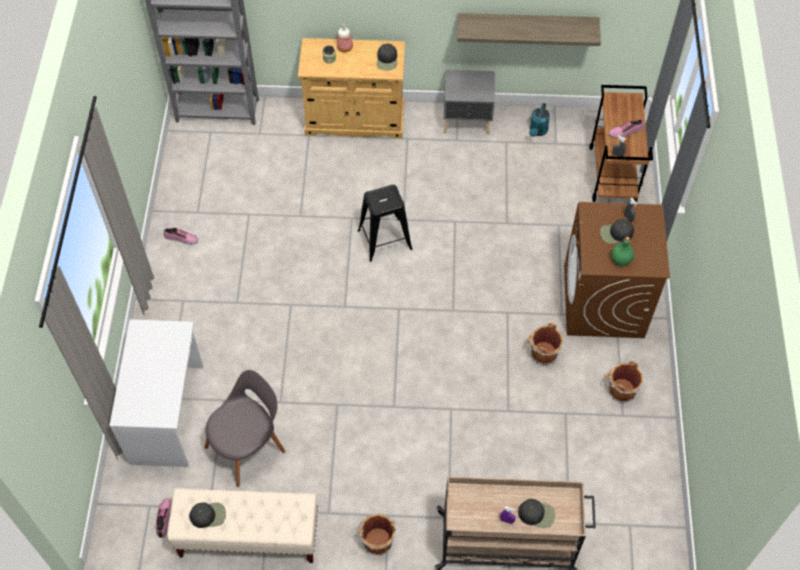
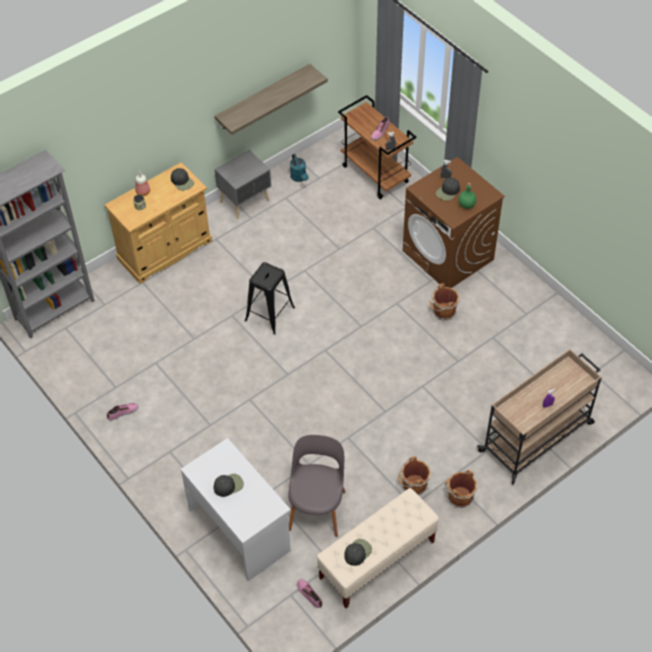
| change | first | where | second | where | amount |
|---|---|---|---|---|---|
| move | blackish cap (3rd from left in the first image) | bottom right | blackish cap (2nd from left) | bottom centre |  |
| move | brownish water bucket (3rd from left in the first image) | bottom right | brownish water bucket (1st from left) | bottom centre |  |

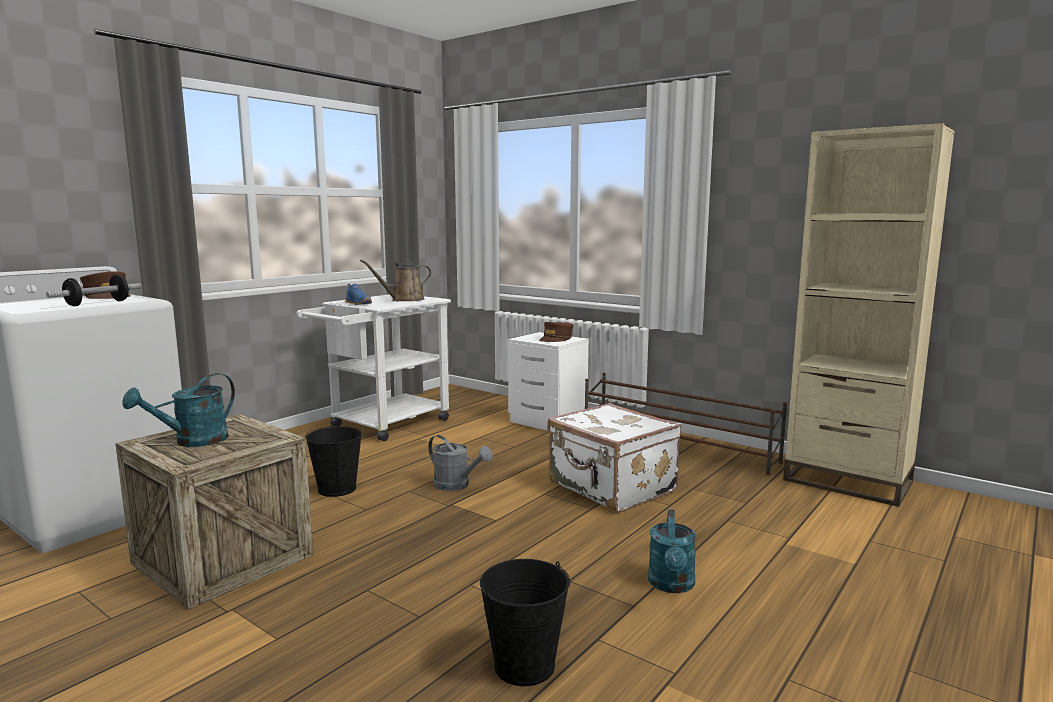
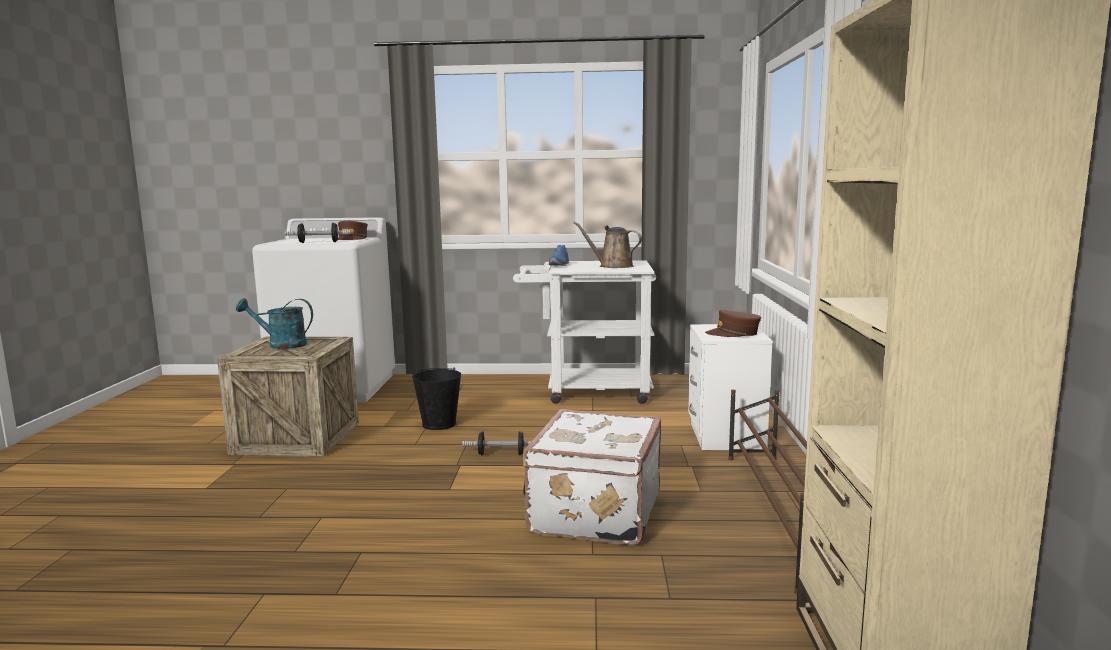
| change | first | where | second | where | amount |
|---|---|---|---|---|---|
| replace | greyish sprinkling can | centre | dumbbell (2nd from left) | bottom centre |  |
| delete | blackish water bucket (2nd from left) | bottom centre |  |  |  |
| delete | turquoise-coloured sprinkling can (2nd from left) | bottom centre |  |  |  |

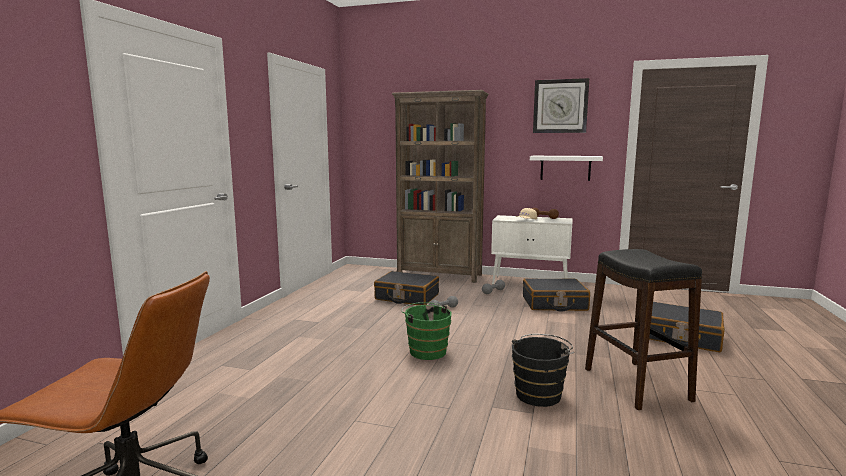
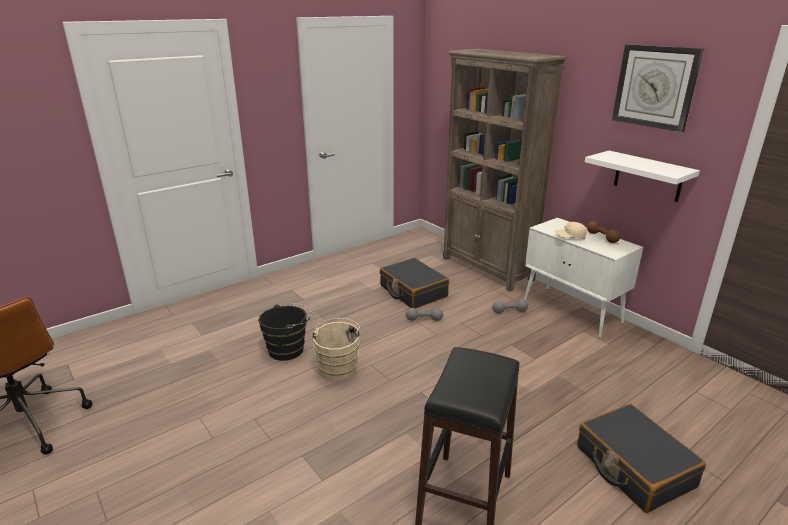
| change | first | where | second | where | amount |
|---|---|---|---|---|---|
| recolor | green water bucket | bottom centre | sand-coloured water bucket | centre |  |
| move | blackish water bucket | bottom centre |  | centre |  |
| delete | blackish travel case (2nd from left) | centre |  |  |  |

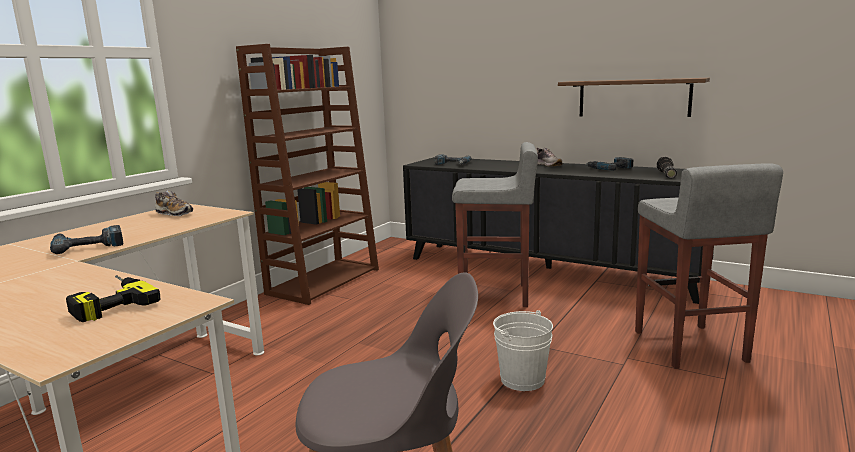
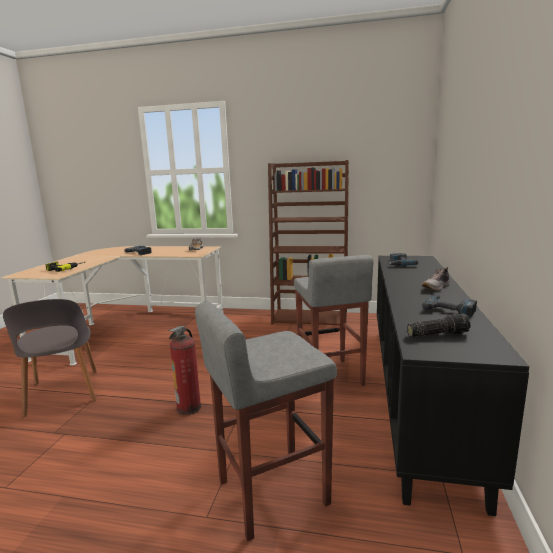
| change | first | where | second | where | amount |
|---|---|---|---|---|---|
| replace | white-coloured water bucket | bottom centre | fire extinguisher | bottom left |  |
| delete | brownish bracket shelf | top right |  |  |  |

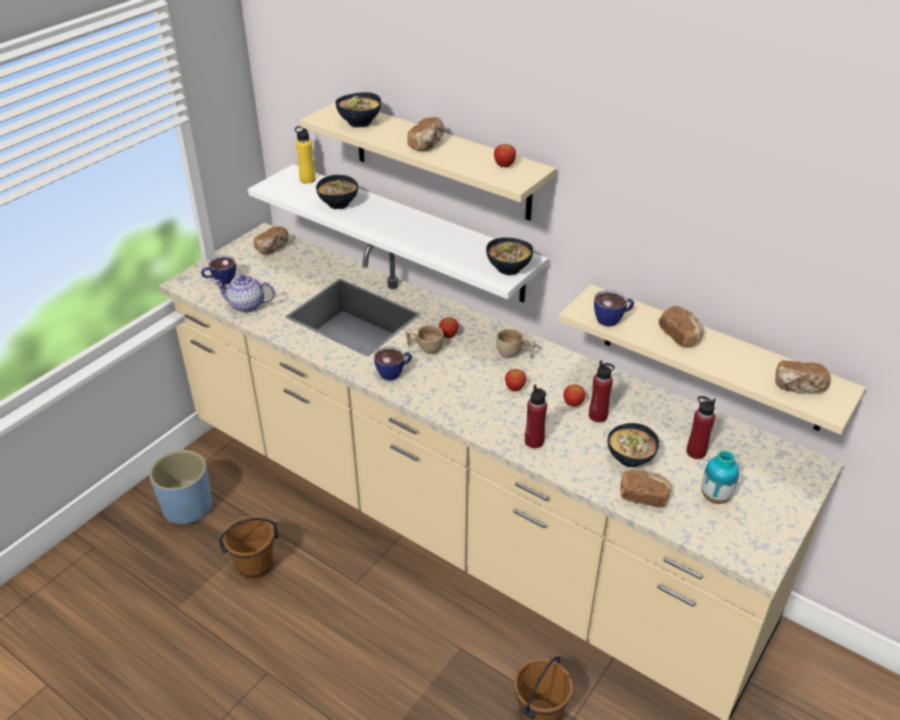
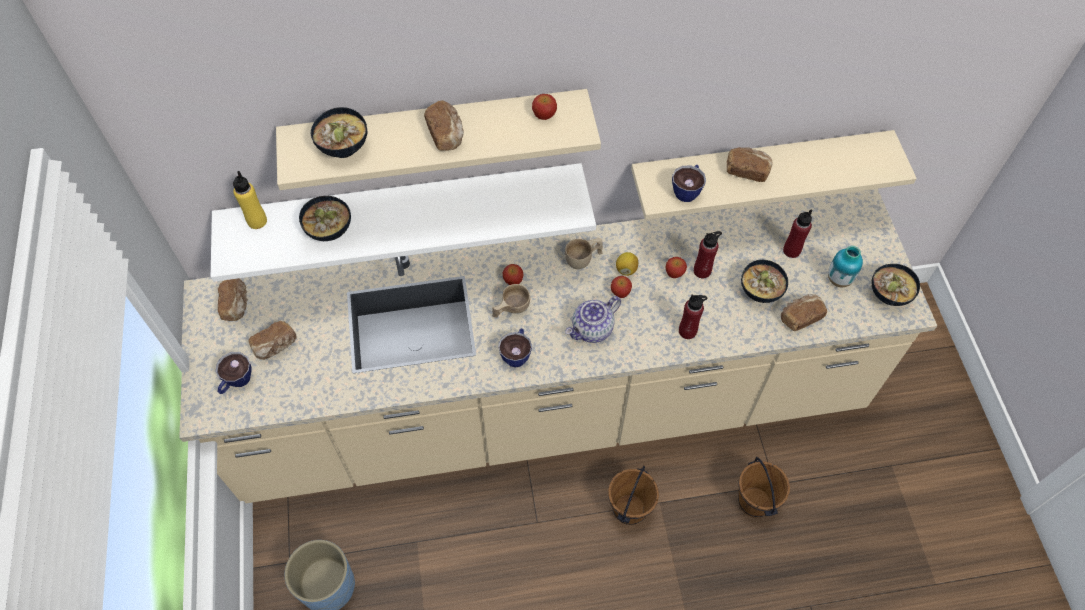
| change | first | where | second | where | amount |
|---|---|---|---|---|---|
| move | teapot | middle left |  | centre |  |
| move | brownish water bucket (1st from left) | bottom left |  | bottom centre |  |
| move | serving bowl (3rd from left in the first image) | centre | serving bowl (4th from left) | middle right |  |
| move | baked bread (5th from left in the first image) | middle right | baked bread (2nd from left) | middle left |  |
| insert |  |  | citrus fruit | centre |  |

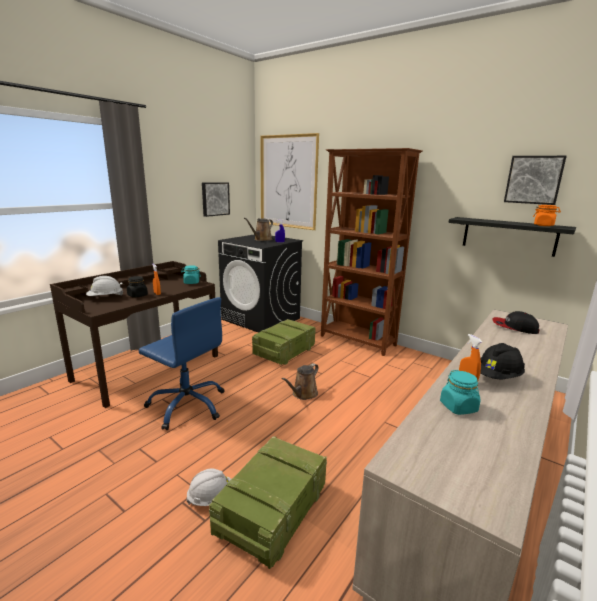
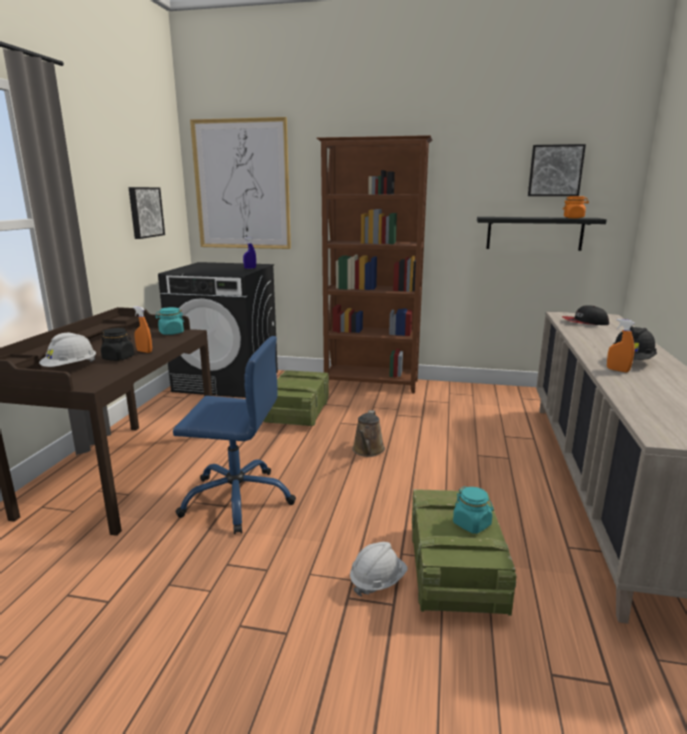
| change | first | where | second | where | amount |
|---|---|---|---|---|---|
| delete | brownish sprinkling can (1st from left) | centre |  |  |  |
| move | turquoise-coloured jar (2nd from left) | middle right |  | bottom right |  |

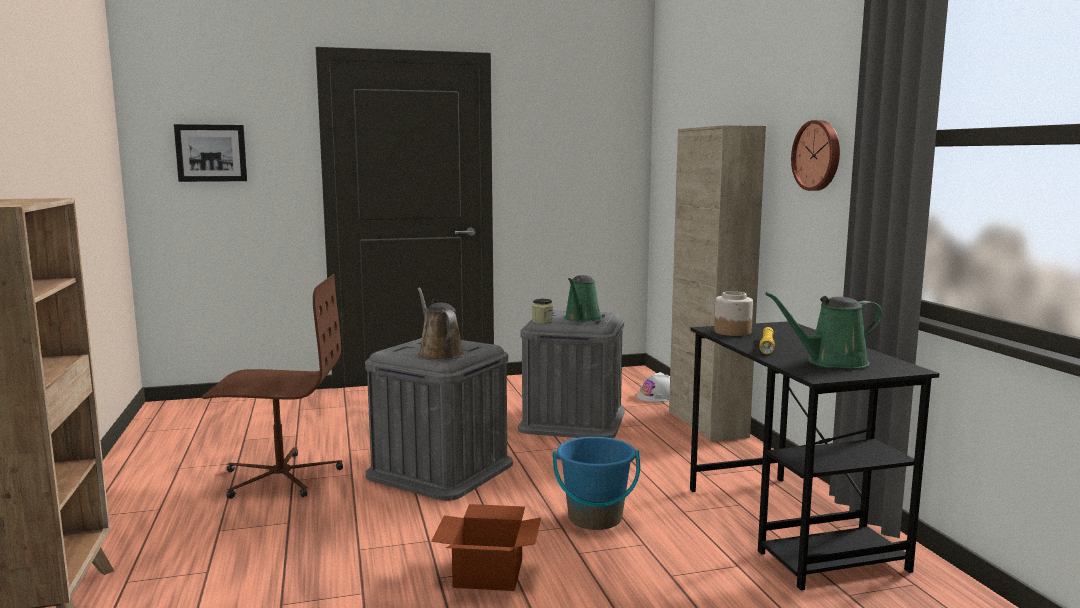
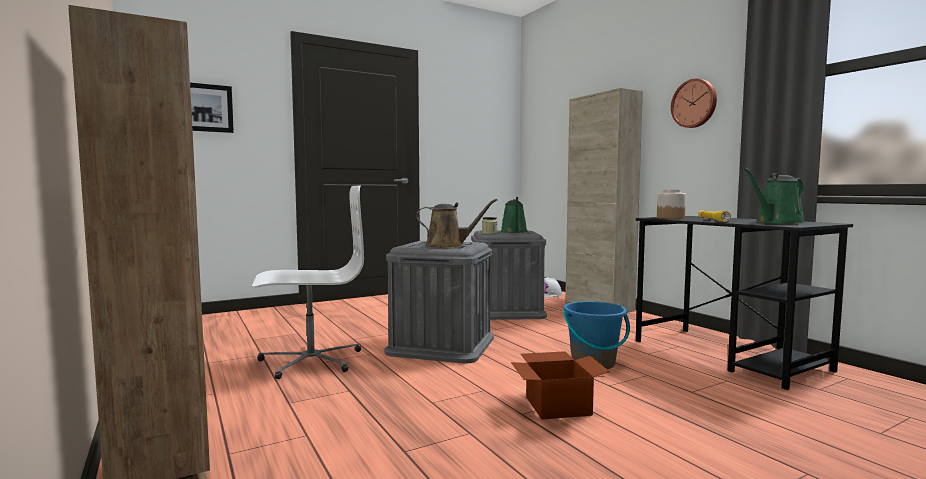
| change | first | where | second | where | amount |
|---|---|---|---|---|---|
| recolor | brownish office chair | middle left | white-coloured office chair | middle left |  |
| rotate | brownish sprinkling can | centre |  | centre | 135 degrees clockwise |

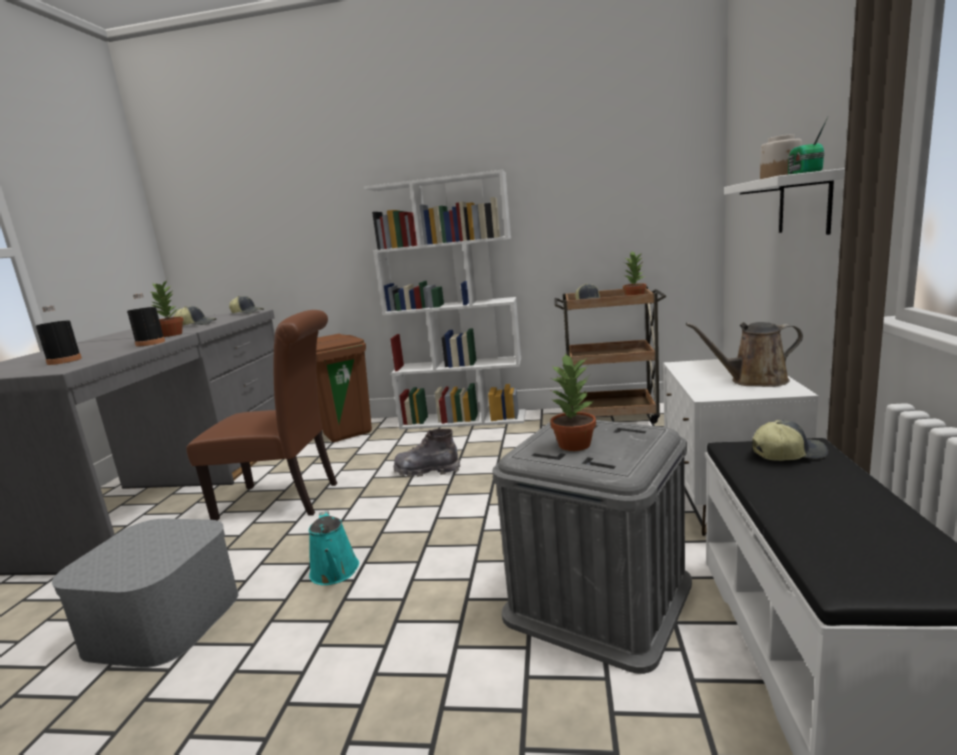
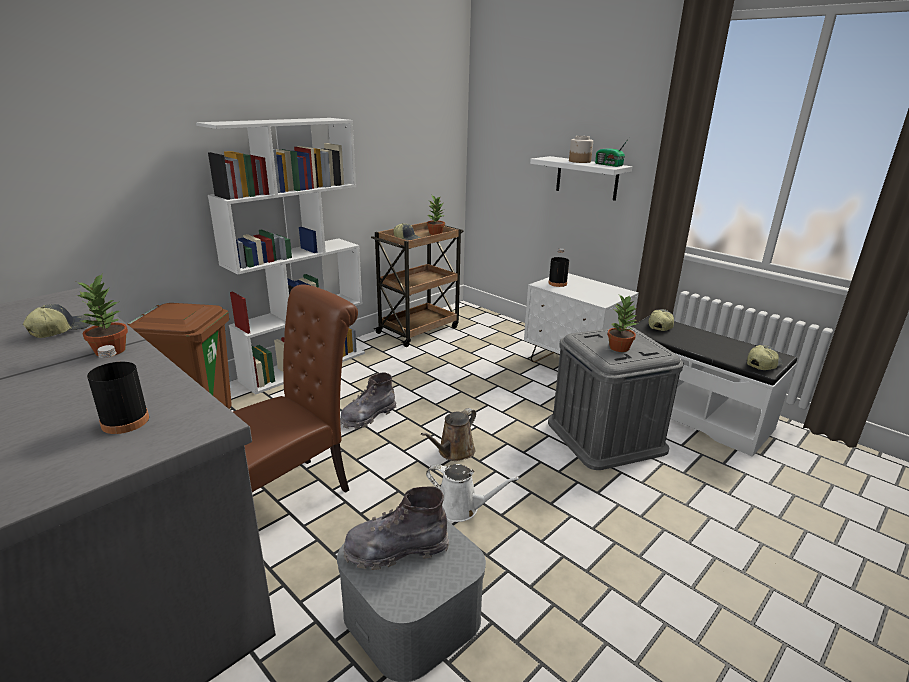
| change | first | where | second | where | amount |
|---|---|---|---|---|---|
| move | blackish drink bottle (2nd from left) | middle left |  | centre |  |
| move | cap (2nd from left in the first image) | middle left | cap (4th from left) | middle right |  |
| recolor | turquoise-coloured sprinkling can | bottom centre | white-coloured sprinkling can | bottom centre |  |
| move | brownish sprinkling can | middle right |  | centre |  |
| insert |  |  | greyish boot (2nd from left) | bottom centre |  |

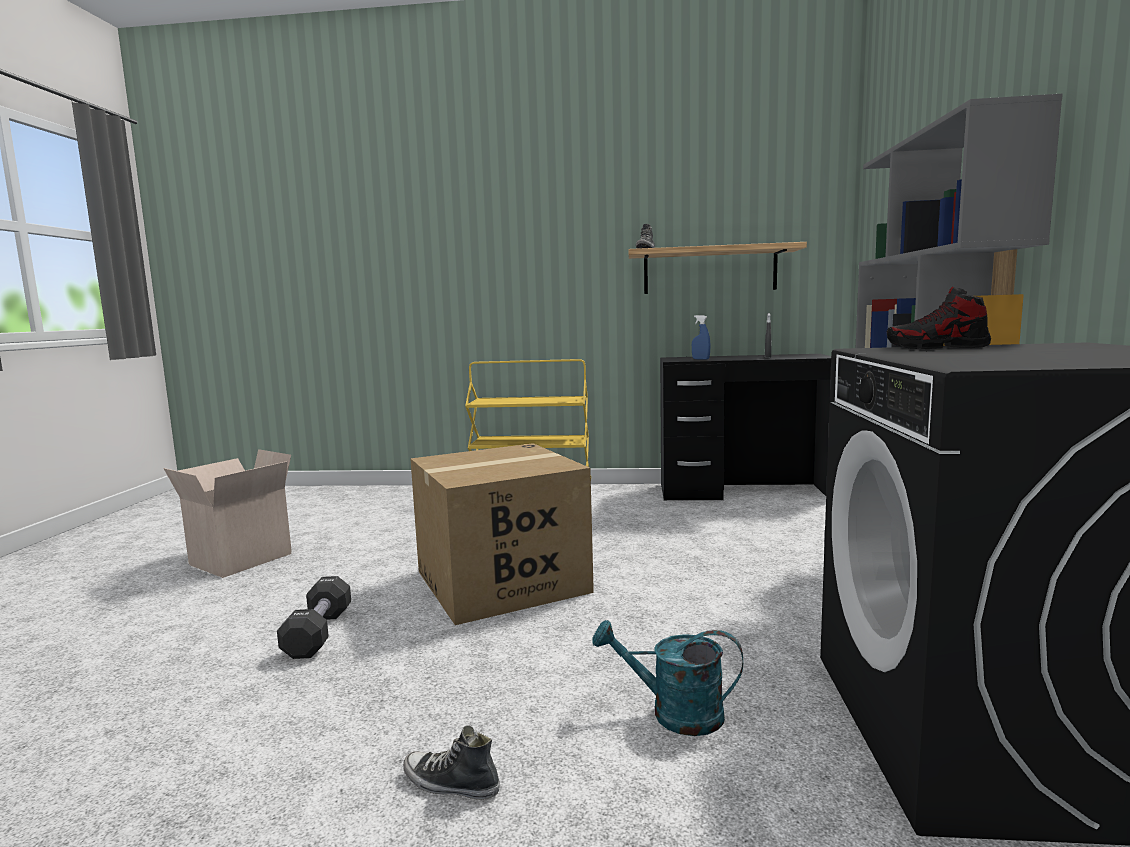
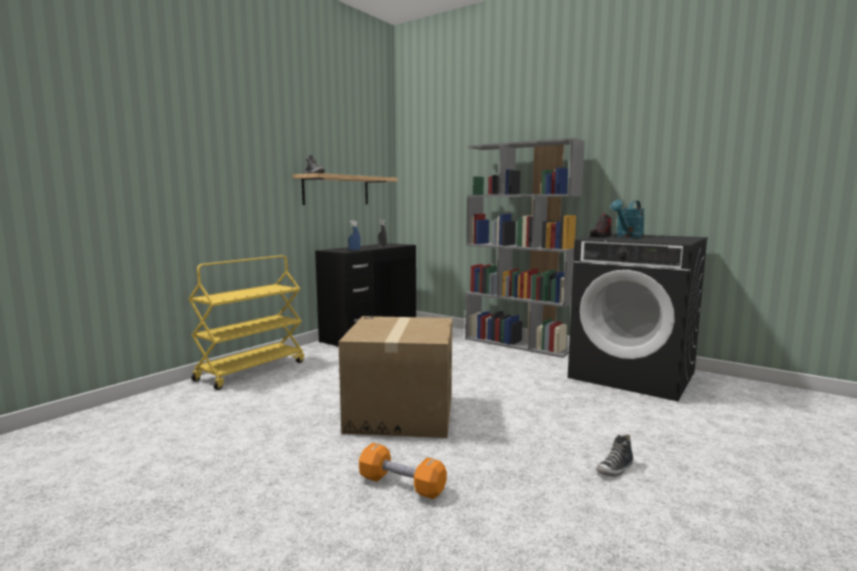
| change | first | where | second | where | amount |
|---|---|---|---|---|---|
| delete | carton (1st from left) | middle left |  |  |  |
| recolor | blackish dumbbell | bottom left | orange dumbbell | bottom centre |  |
| move | turquoise-coloured sprinkling can | bottom centre |  | middle right |  |

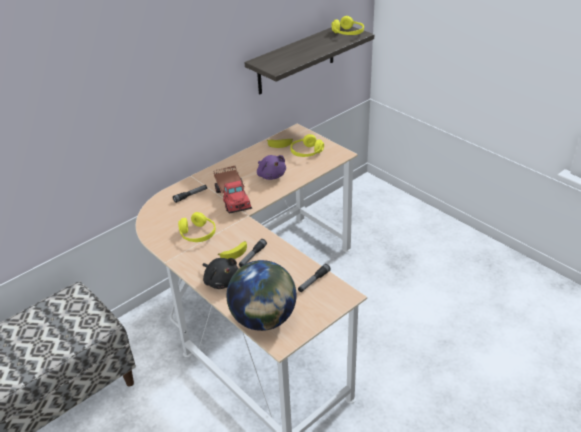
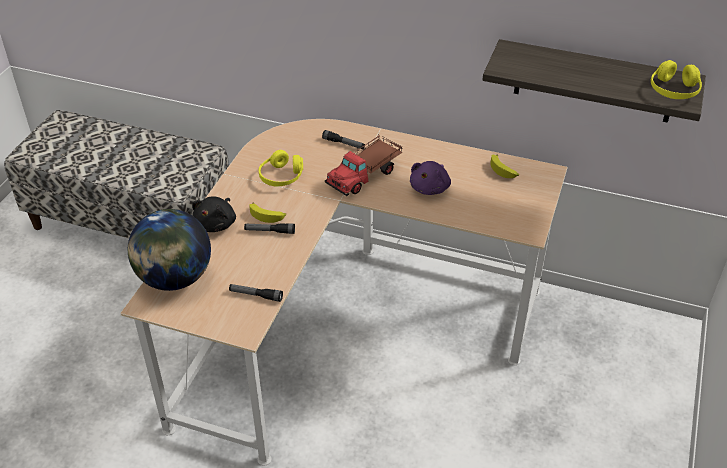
| change | first | where | second | where | amount |
|---|---|---|---|---|---|
| delete | yellow-coloured headset (2nd from left) | centre |  |  |  |

